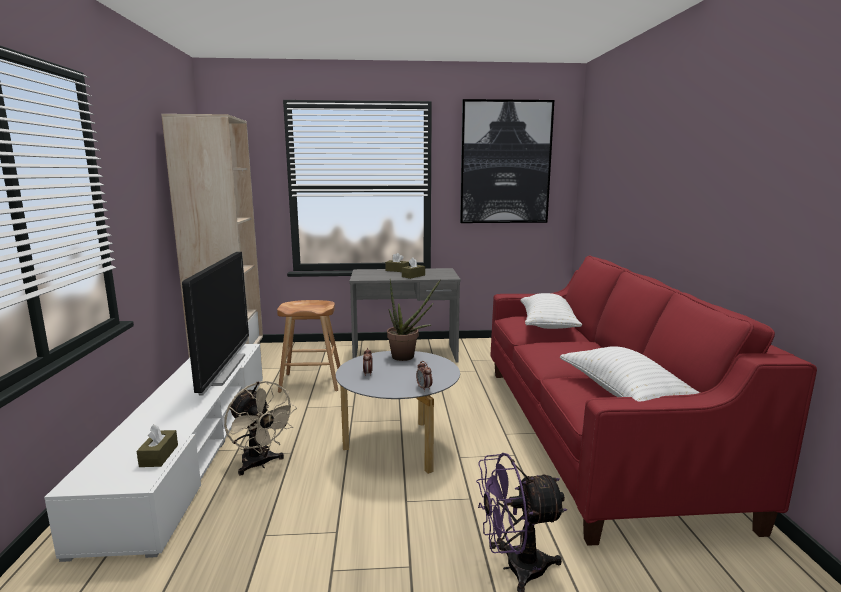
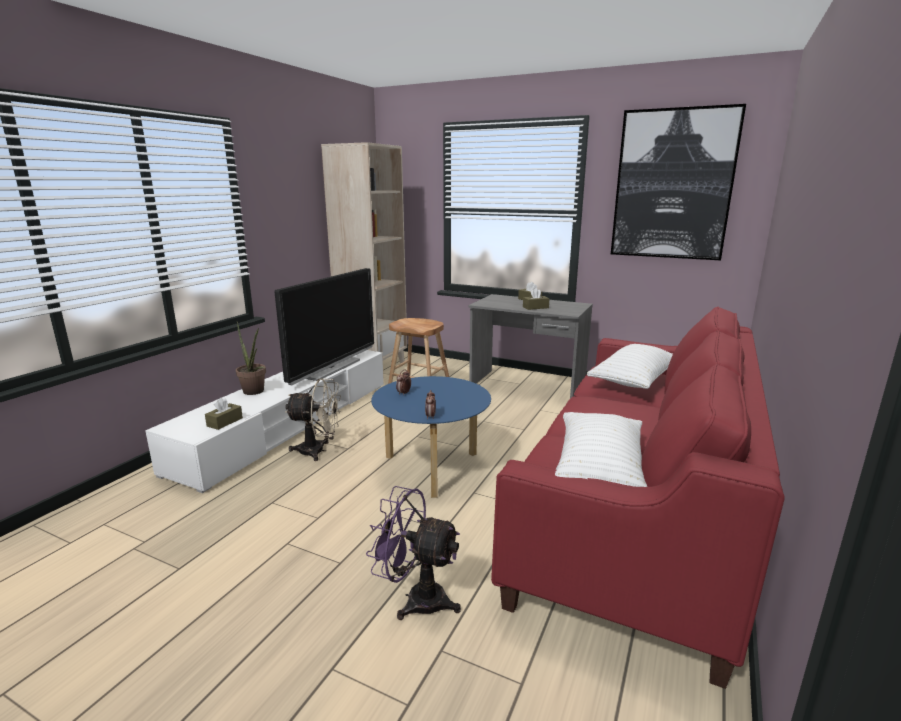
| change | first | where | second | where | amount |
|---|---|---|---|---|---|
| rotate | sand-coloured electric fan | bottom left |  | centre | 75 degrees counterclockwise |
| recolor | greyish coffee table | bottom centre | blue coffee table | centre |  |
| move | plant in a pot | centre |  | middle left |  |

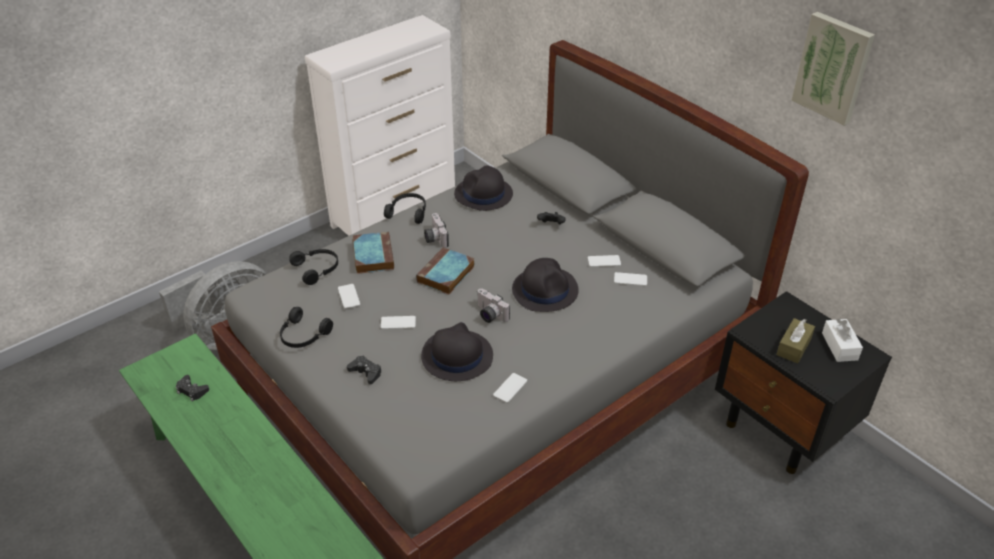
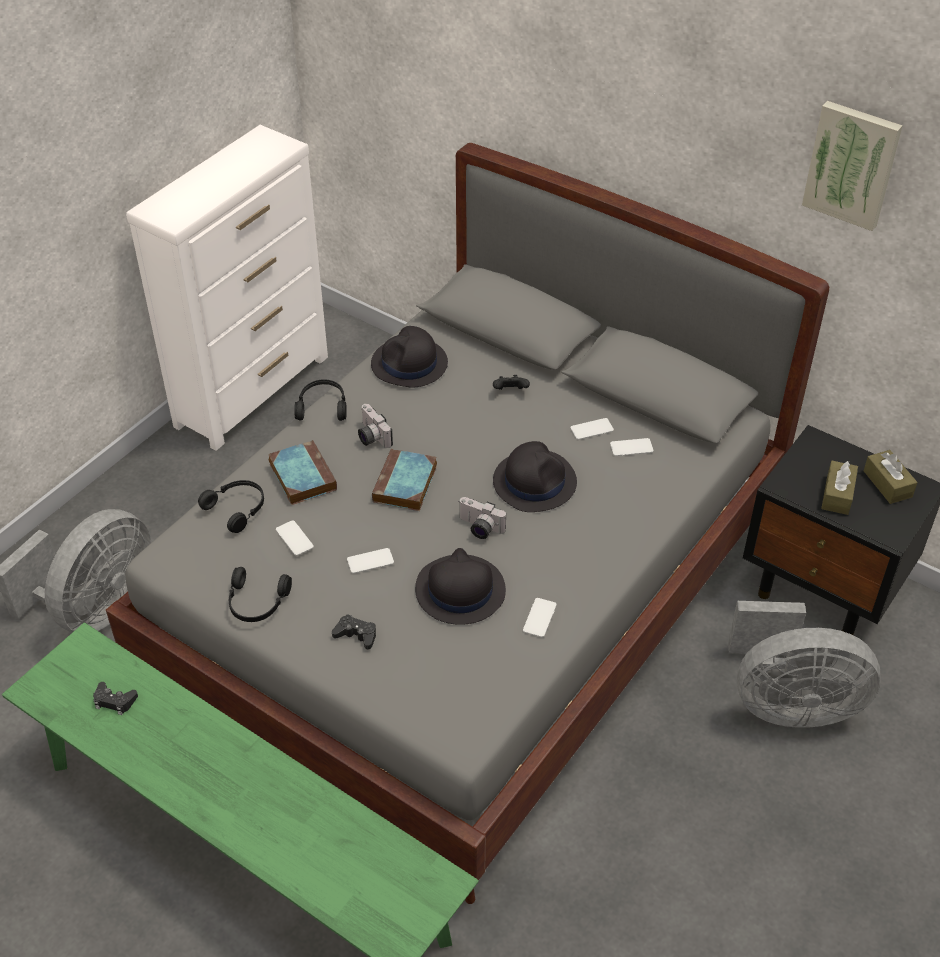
| change | first | where | second | where | amount |
|---|---|---|---|---|---|
| recolor | white-coloured tissue box | middle right | brownish tissue box (2nd from left) | middle right |  |
| insert |  |  | greyish electric fan (2nd from left) | bottom right |  |

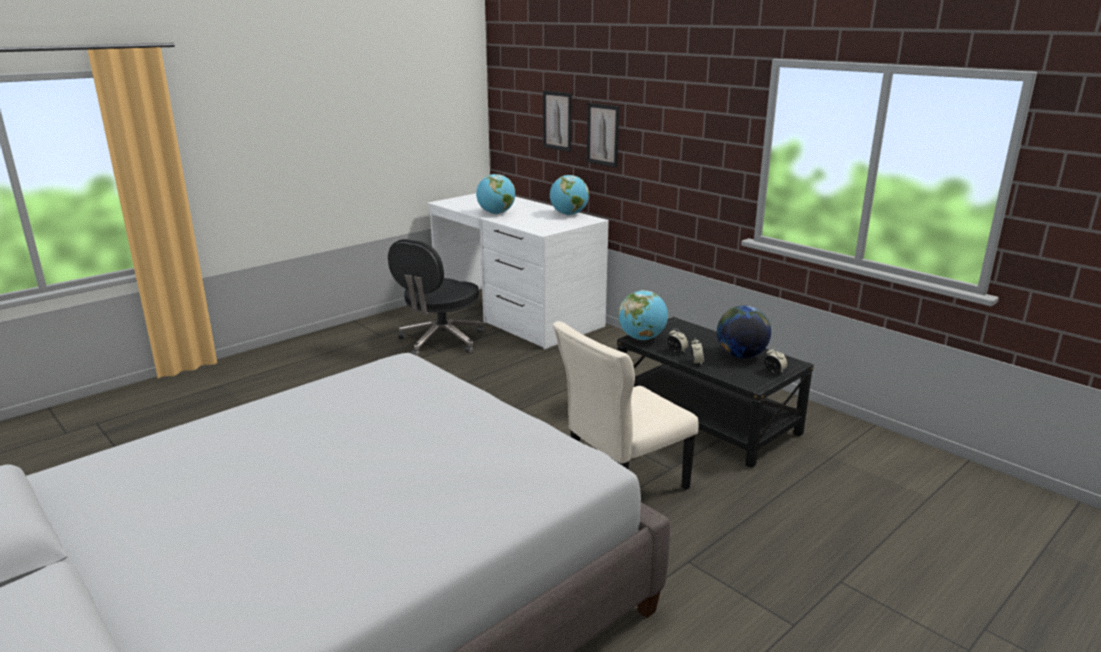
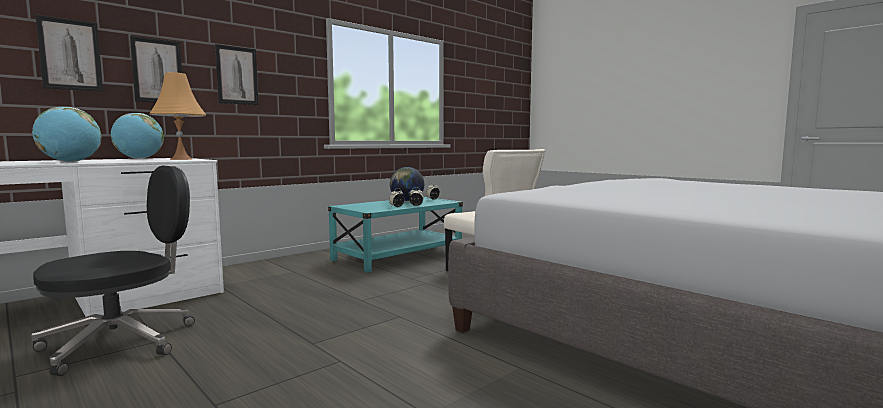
| change | first | where | second | where | amount |
|---|---|---|---|---|---|
| rotate | blackish office chair | centre |  | middle left | 75 degrees counterclockwise |
| recolor | blackish coffee table | centre | turquoise-coloured coffee table | centre |  |
| delete | desk globe (3rd from left) | centre |  |  |  |
| insert |  |  | orange lamp for a table | top left |  |
| insert |  |  | wall picture (3rd from left) | top left |  |

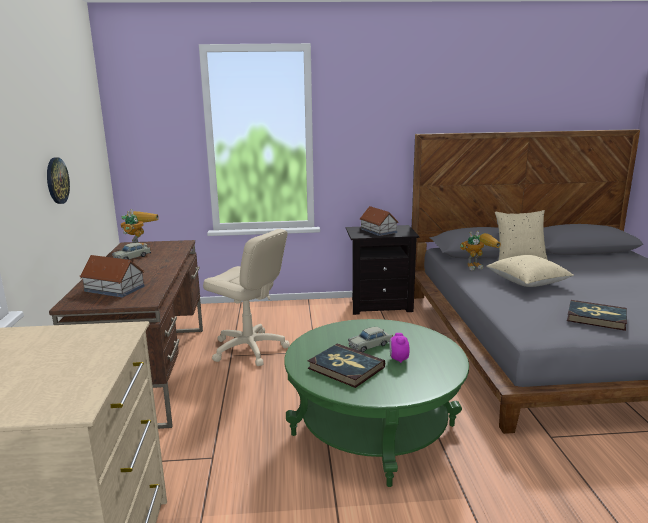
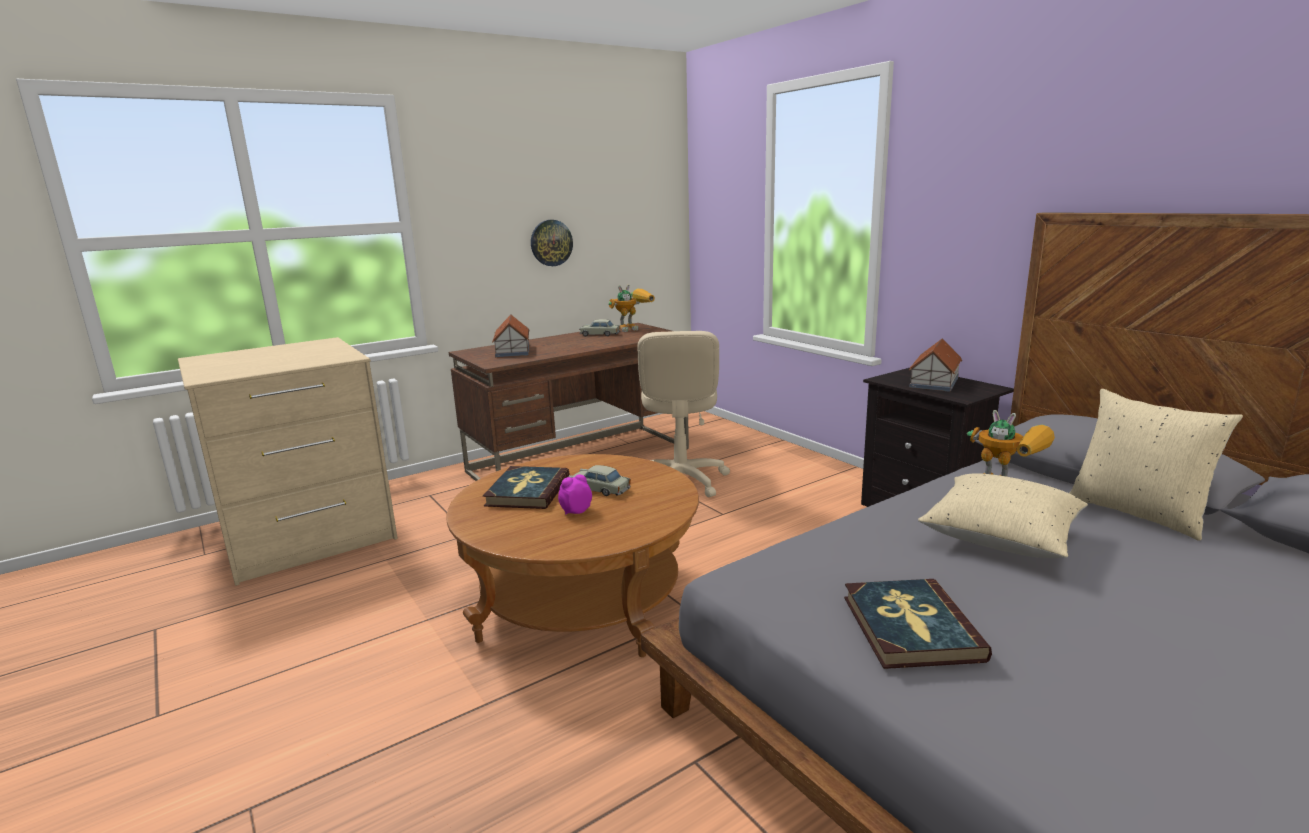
| change | first | where | second | where | amount |
|---|---|---|---|---|---|
| recolor | green coffee table | bottom centre | brownish coffee table | centre |  |

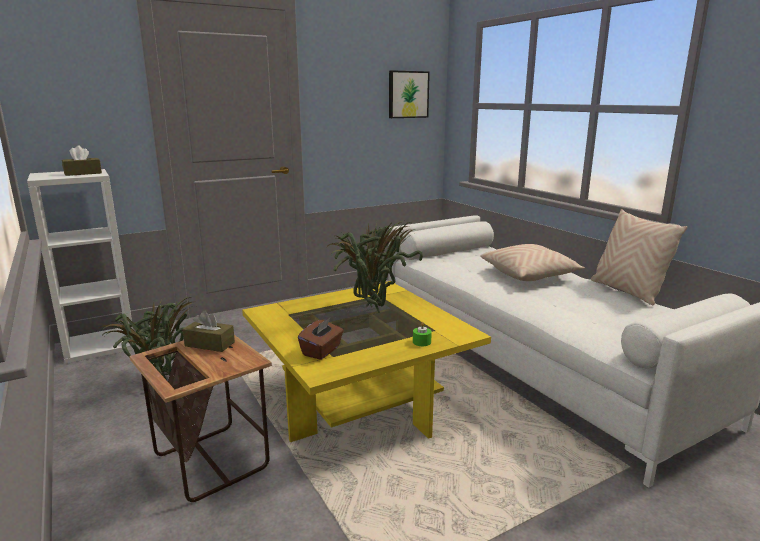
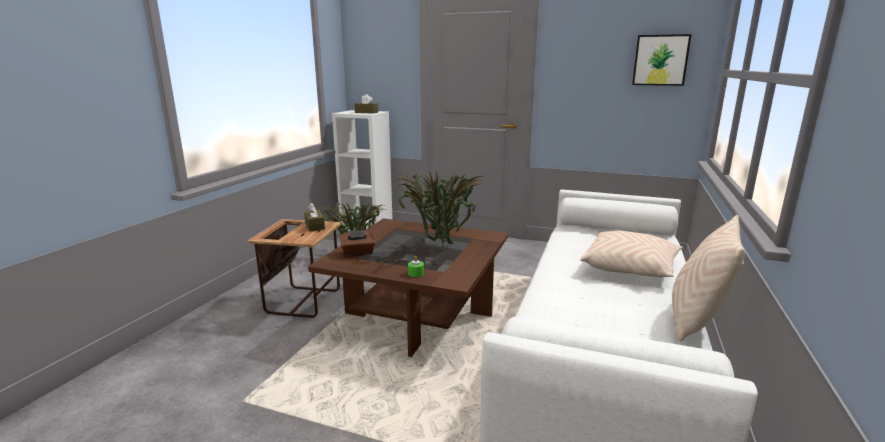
| change | first | where | second | where | amount |
|---|---|---|---|---|---|
| recolor | yellow-coloured coffee table | bottom centre | brownish coffee table | centre |  |

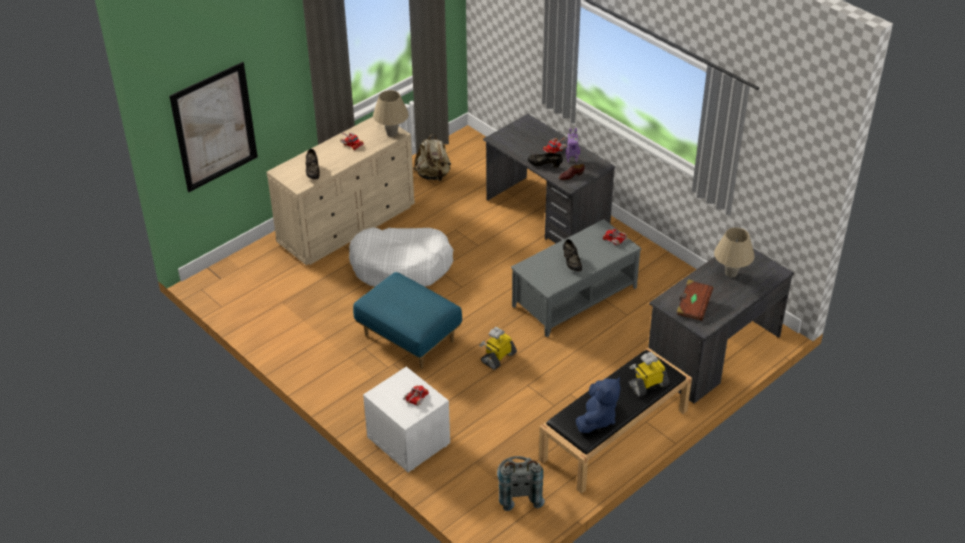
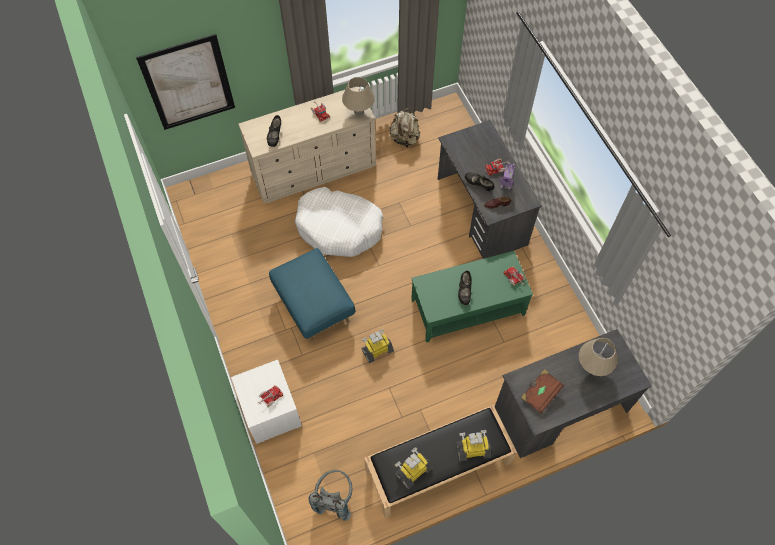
| change | first | where | second | where | amount |
|---|---|---|---|---|---|
| recolor | greyish coffee table | centre | green coffee table | centre |  |
| replace | blue soft toy | bottom centre | robot figure (2nd from left) | bottom centre |  |

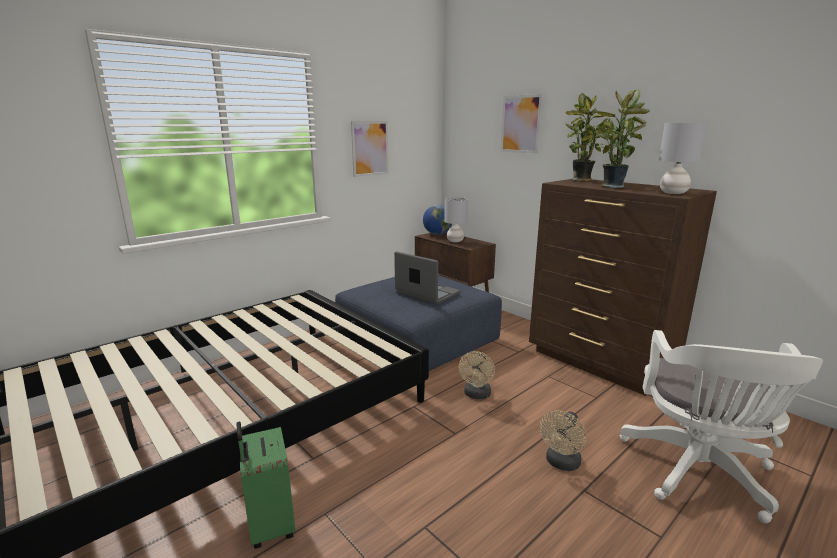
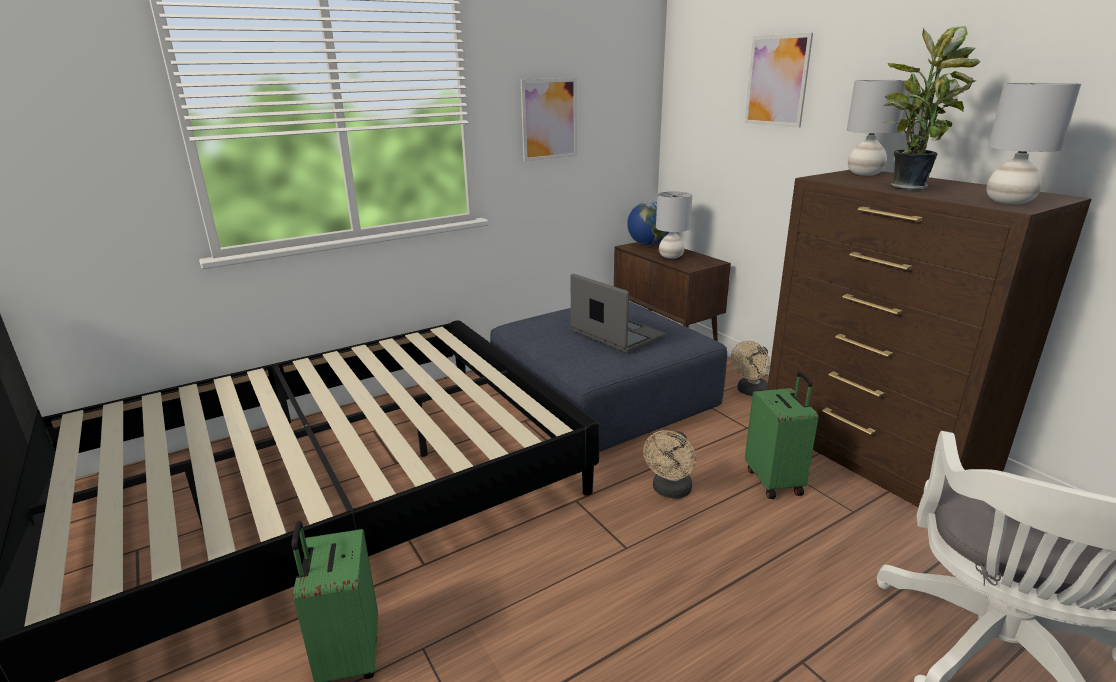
| change | first | where | second | where | amount |
|---|---|---|---|---|---|
| move | sand-coloured electric fan (2nd from left) | bottom right |  | middle right |  |
| replace | plant in a pot (1st from left) | top right | greyish lamp for a table (2nd from left) | top right |  |
| insert |  |  | green travel case (2nd from left) | middle right |  |

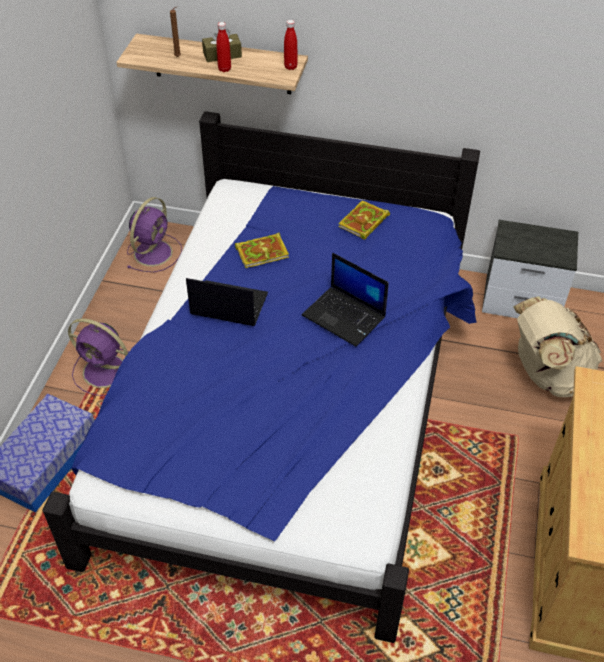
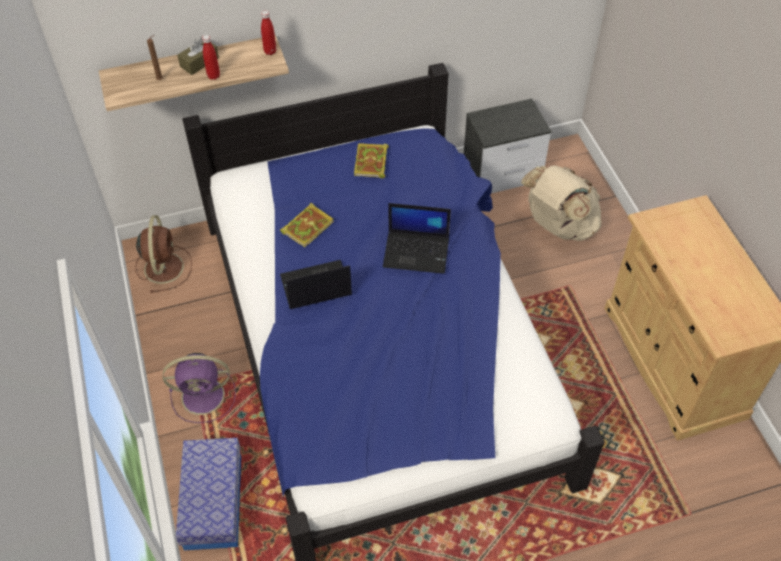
| change | first | where | second | where | amount |
|---|---|---|---|---|---|
| recolor | purple-coloured electric fan (2nd from left) | middle left | brownish electric fan | middle left |  |

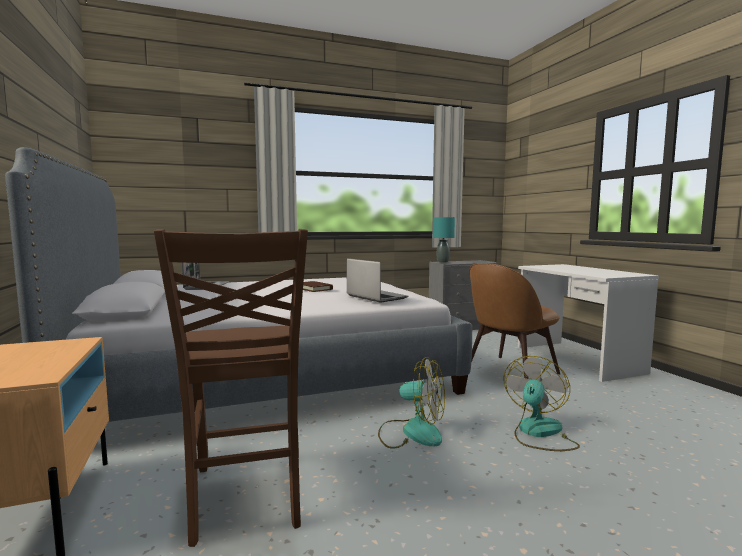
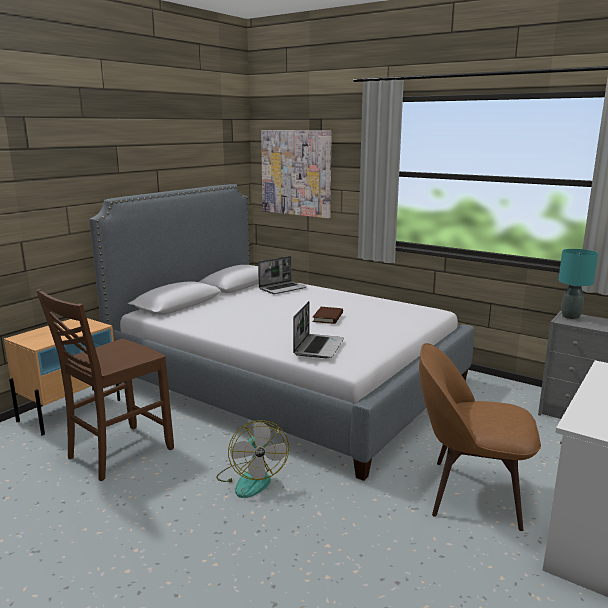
| change | first | where | second | where | amount |
|---|---|---|---|---|---|
| delete | electric fan (2nd from left) | bottom right |  |  |  |
| insert |  |  | wall picture | top centre |  |

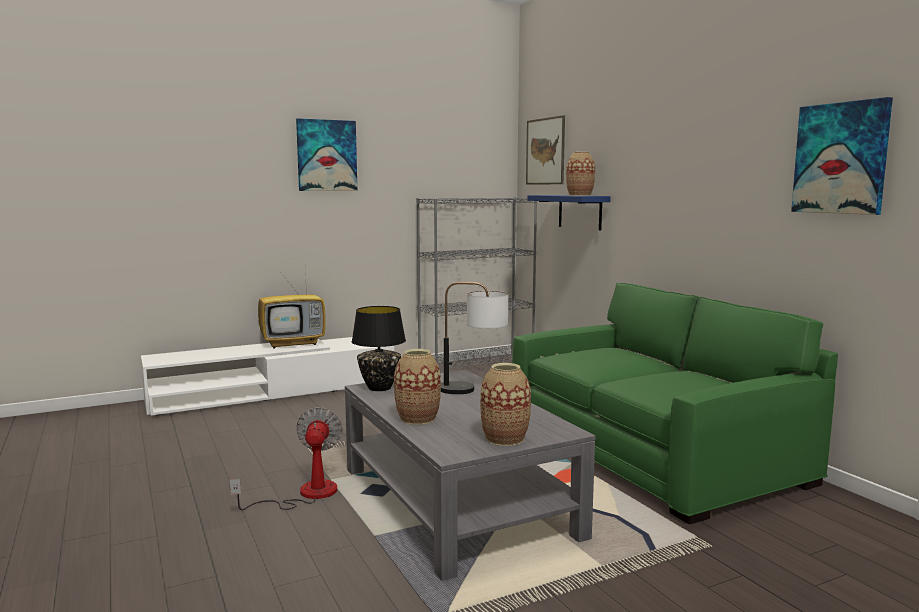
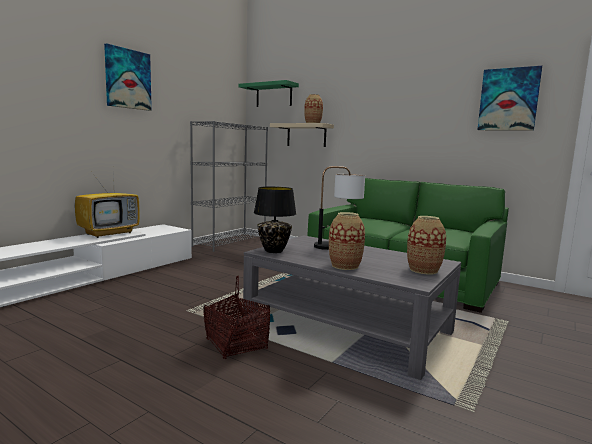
| change | first | where | second | where | amount |
|---|---|---|---|---|---|
| replace | electric fan | bottom left | household basket | bottom centre |  |
| replace | wall picture (2nd from left) | top centre | green bracket shelf | top centre |  |
| recolor | blue bracket shelf | centre | sand-coloured bracket shelf | top centre |  |

